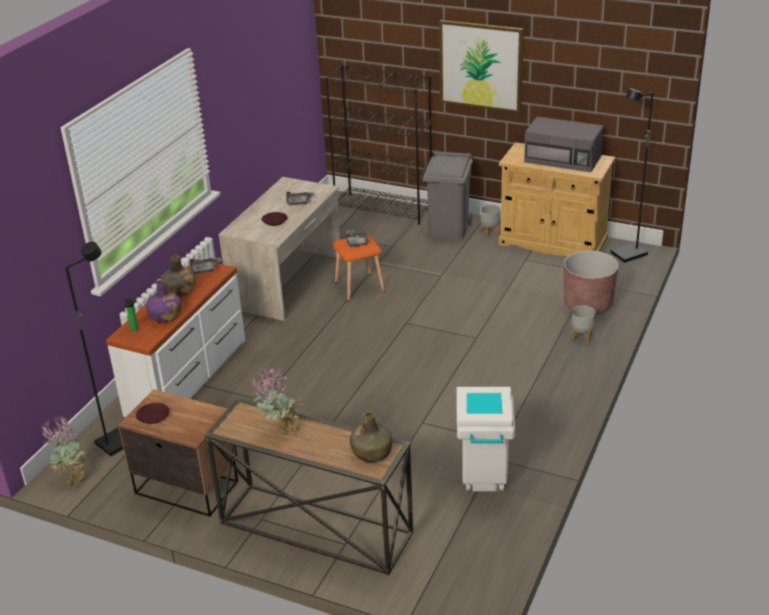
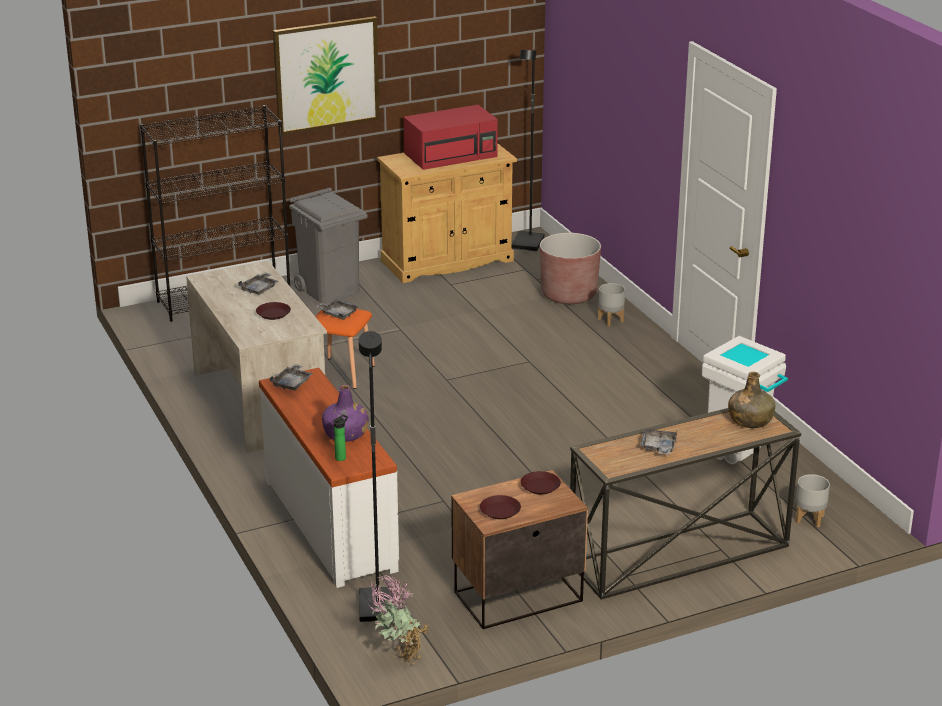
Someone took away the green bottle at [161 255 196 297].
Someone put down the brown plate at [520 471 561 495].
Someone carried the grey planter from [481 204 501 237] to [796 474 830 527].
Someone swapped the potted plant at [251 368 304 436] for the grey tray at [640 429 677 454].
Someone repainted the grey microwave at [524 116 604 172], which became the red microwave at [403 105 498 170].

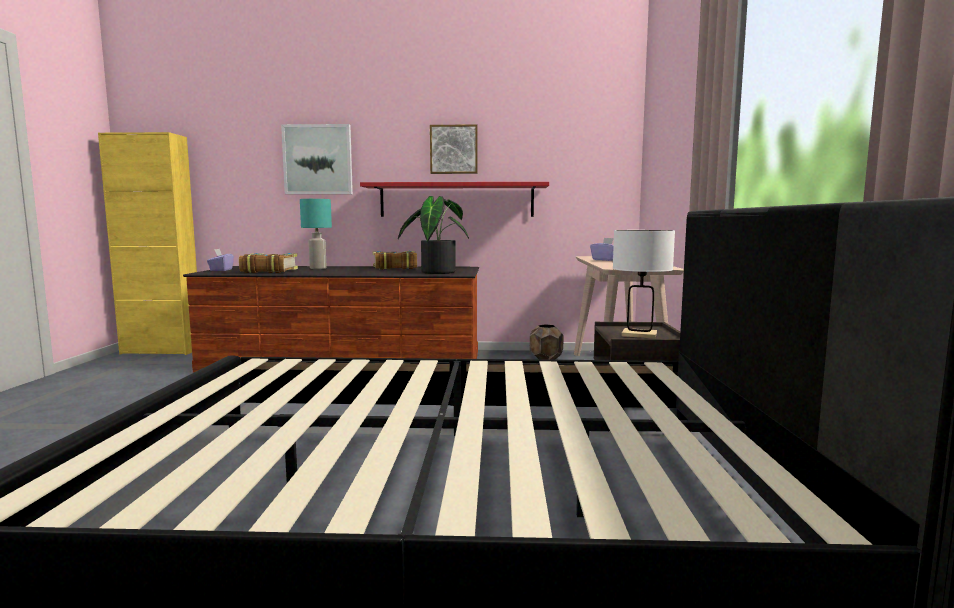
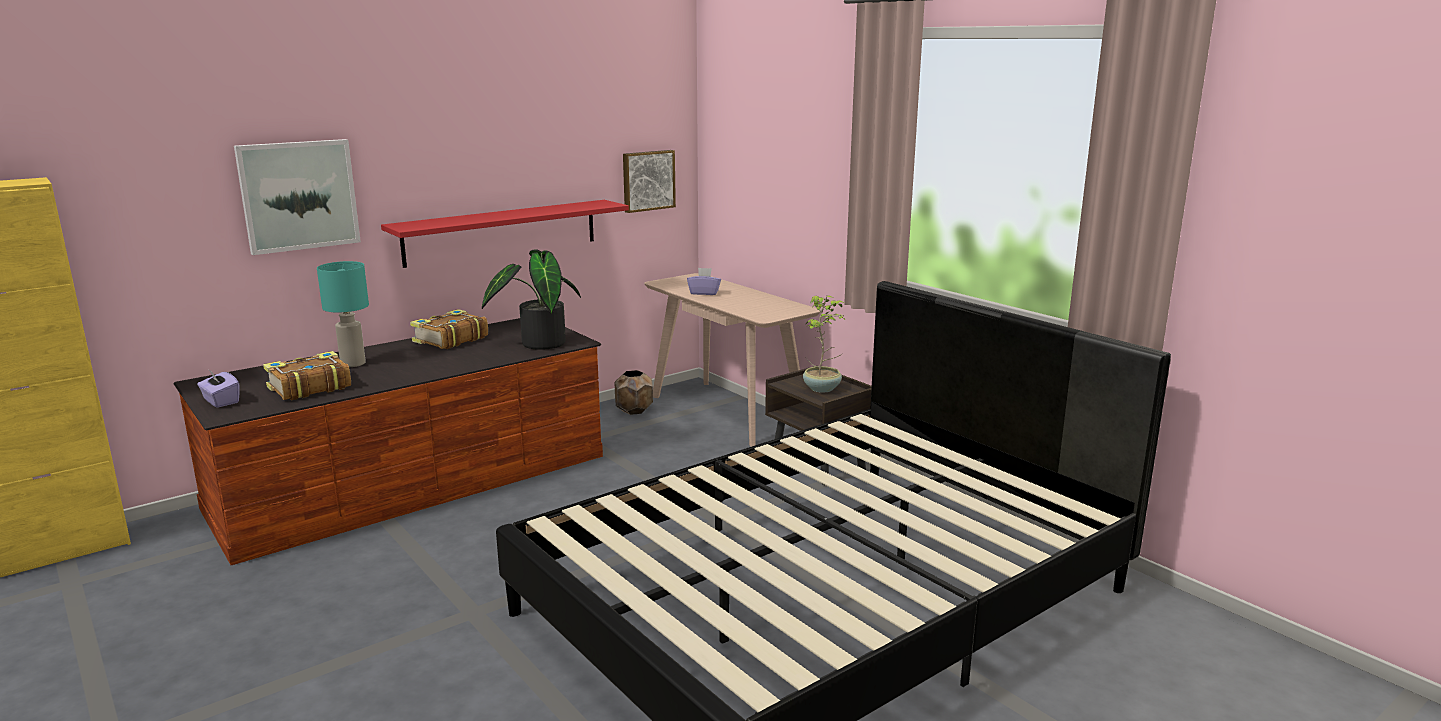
Someone carried the picture from [430 124 477 174] to [623 150 676 213].
Someone swapped the white table lamp at [613 230 675 339] for the potted plant at [803 295 845 392].

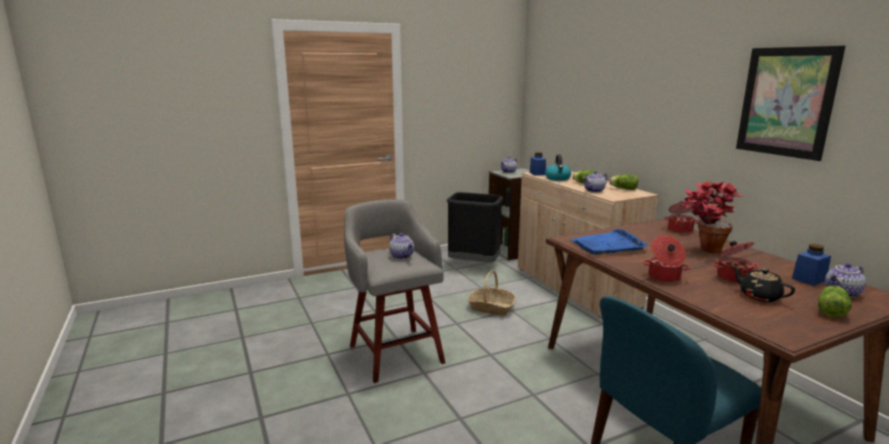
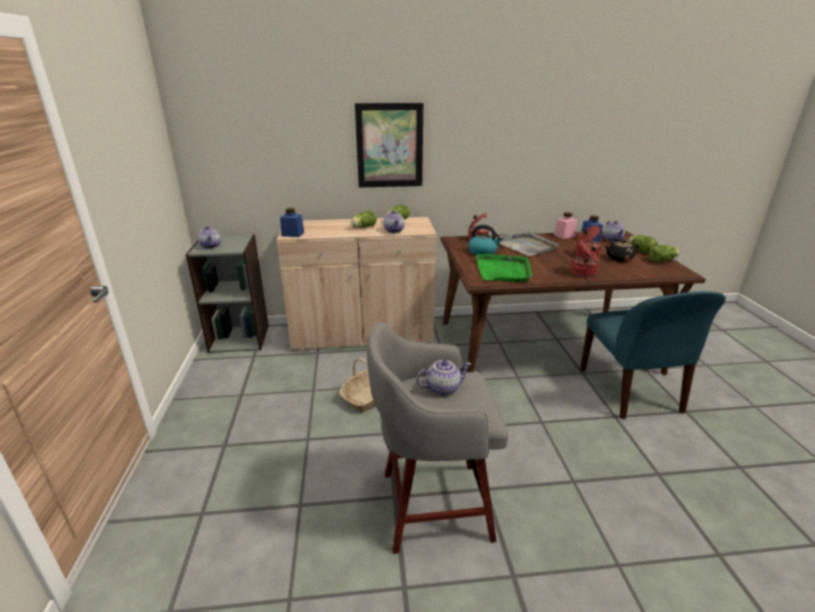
Someone took away the black trash can at [447 192 503 262].
Someone put down the pink jar at [554 212 577 239].
Someone put down the lettuce at [649 245 680 262].
Someone carried the kettle from [545 154 571 181] to [468 225 503 255].
Someone carried the picture from [736 45 845 161] to [355 103 423 188].
Someone swapped the potted plant at [681 181 745 253] for the grey tray at [495 231 559 256].
Someone repainted the blue tray at [571 229 647 255], which became the green tray at [476 254 532 282].

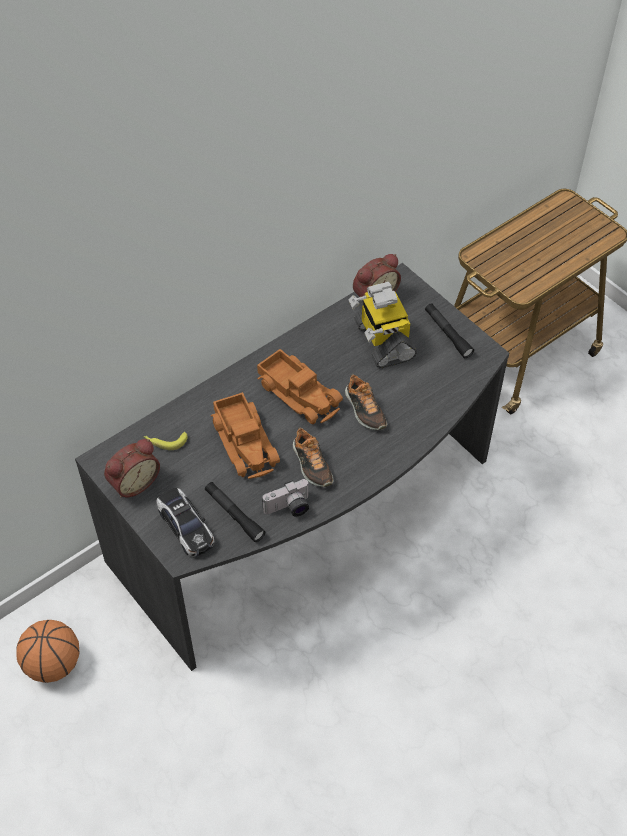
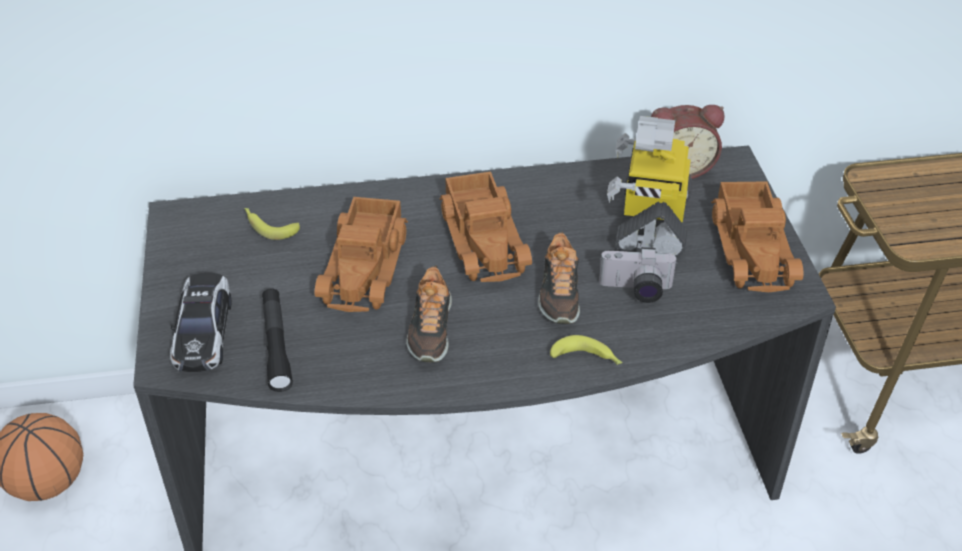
Someone took away the alarm clock at [104 439 160 498].
Someone put down the banana at [550 335 623 365].
Someone carried the photo camera from [262 479 310 516] to [599 247 678 303].
Someone swapped the black flashlight at [425 303 474 358] for the toy truck at [711 181 803 292].

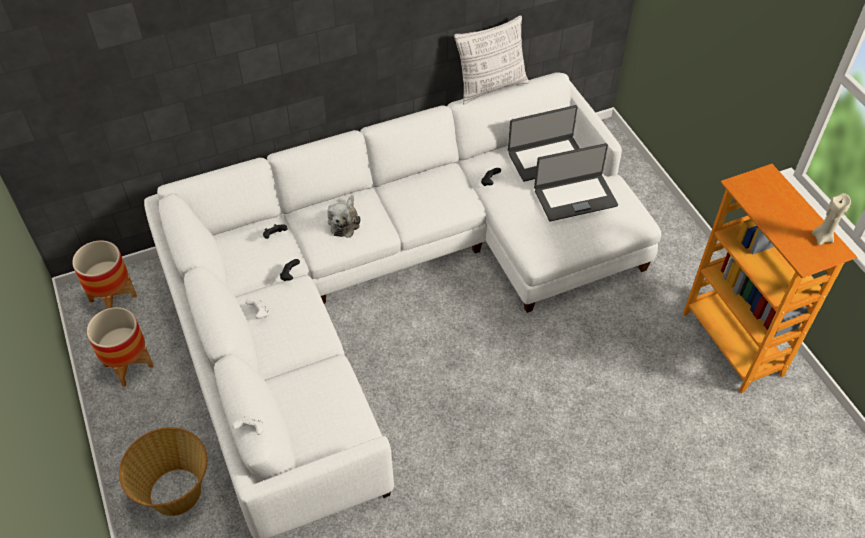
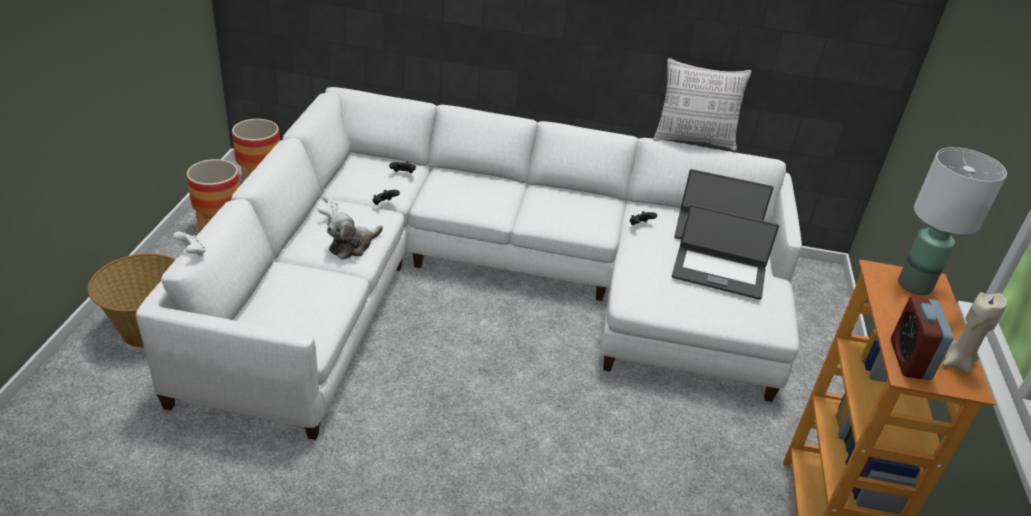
Someone put down the alarm clock at [891 296 954 380].
Someone put down the white table lamp at [898 147 1007 295].
Someone carried the plush toy from [327 196 361 238] to [327 212 383 260].

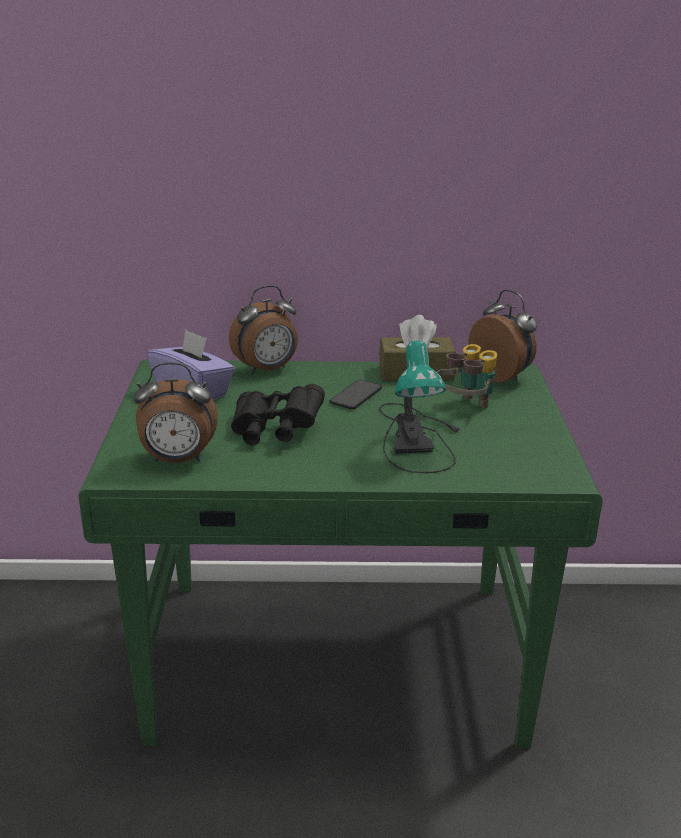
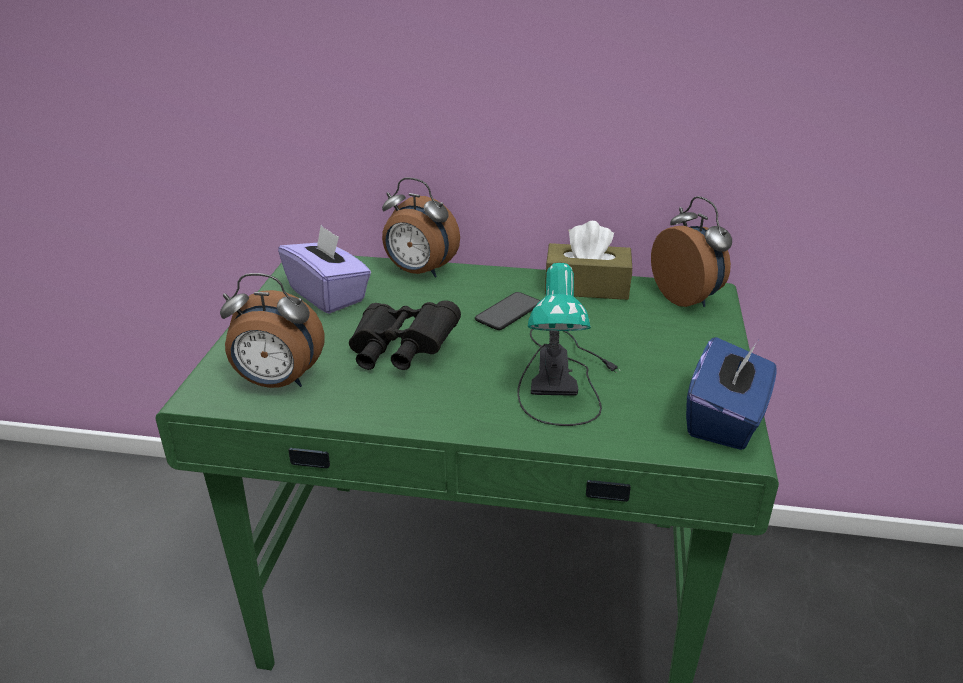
Someone took away the binoculars at [437 344 498 408].
Someone put down the blue tissue box at [686 337 777 450].
Someone rotated the alarm clock at [229 285 298 374] by 45 degrees clockwise.

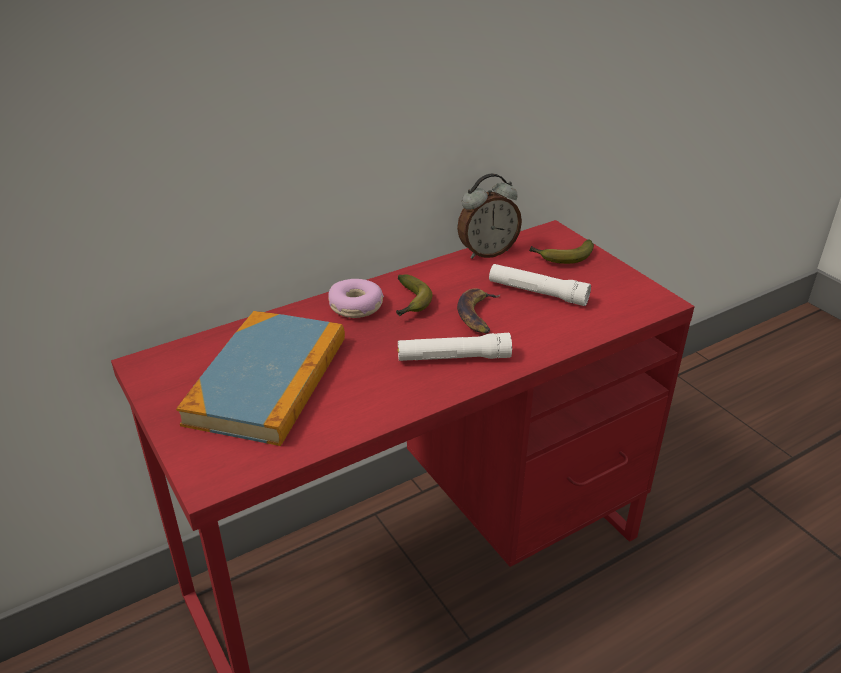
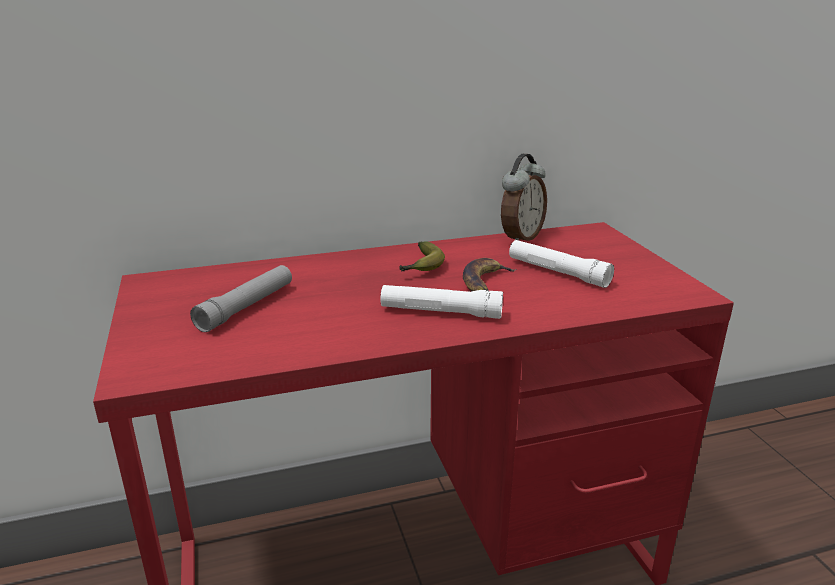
Someone took away the donut at [328 279 384 318].
Someone took away the banana at [529 239 594 264].
Someone swapped the book at [176 311 345 446] for the grey flashlight at [190 265 292 332].
Someone rotated the alarm clock at [457 173 522 259] by 45 degrees counterclockwise.

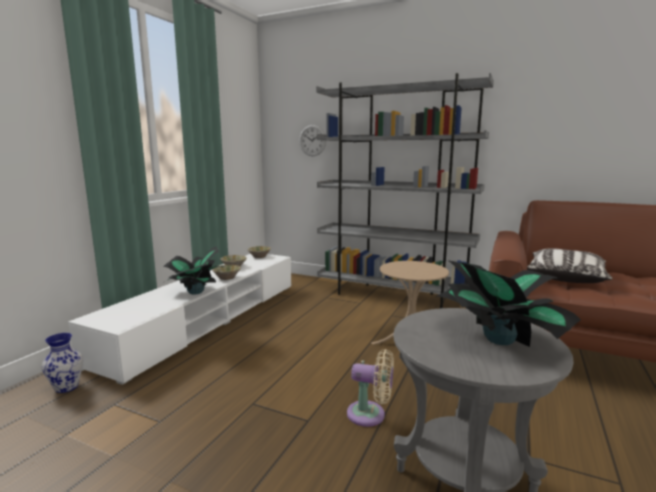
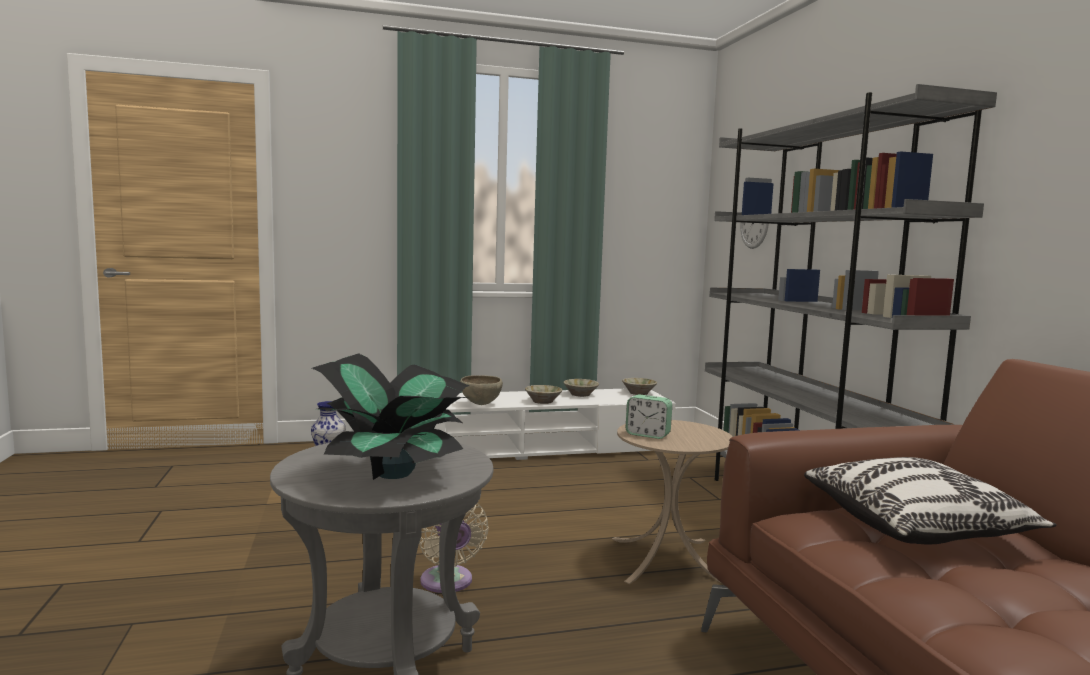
Someone put down the alarm clock at [626 394 672 439].
Someone swapped the potted plant at [163 247 225 295] for the brown bowl at [460 375 503 405].

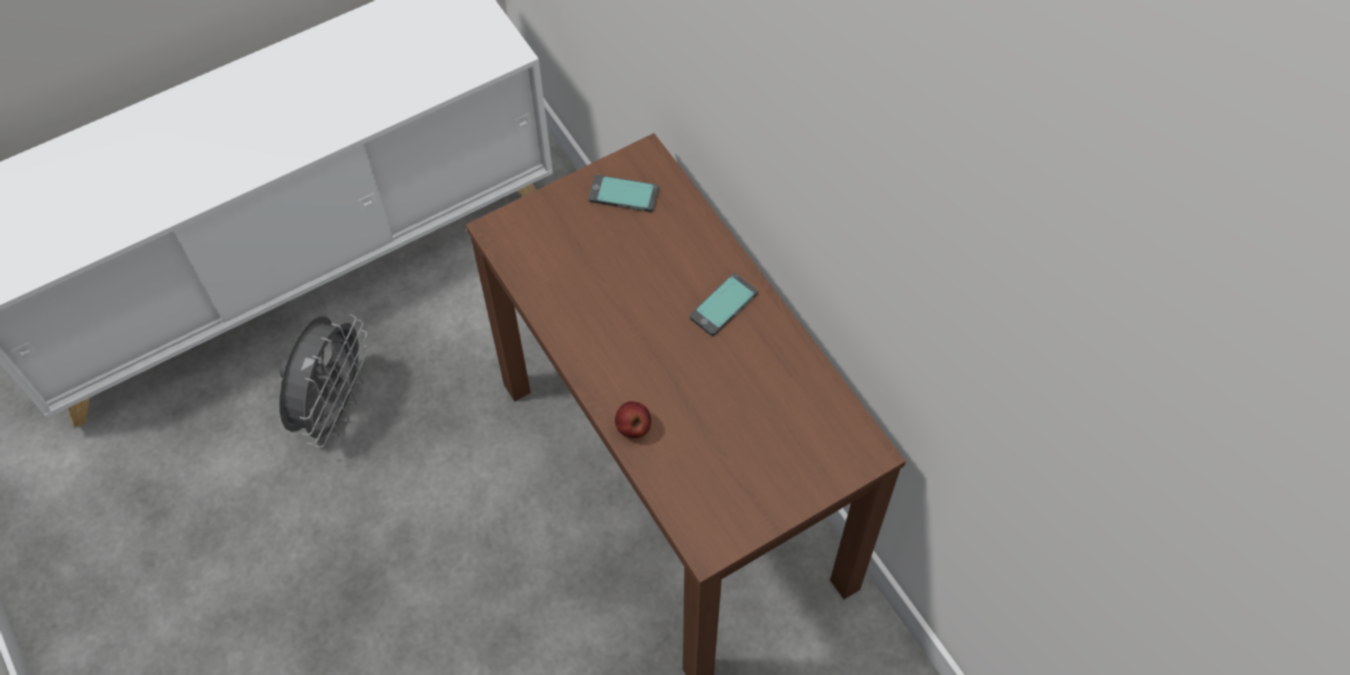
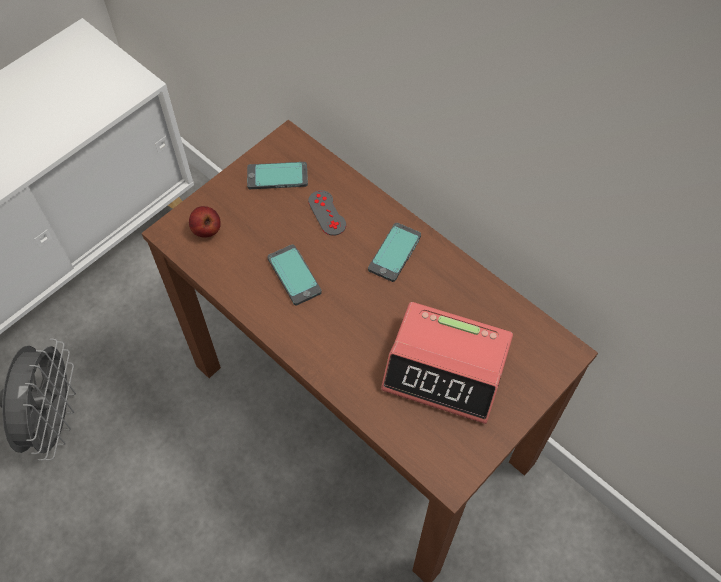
Someone put down the phone at [267 244 322 305].
Someone put down the grey game controller at [308 190 346 236].
Someone put down the alarm clock at [381 302 513 424].
Someone carried the apple from [615 401 651 438] to [189 206 221 238].

